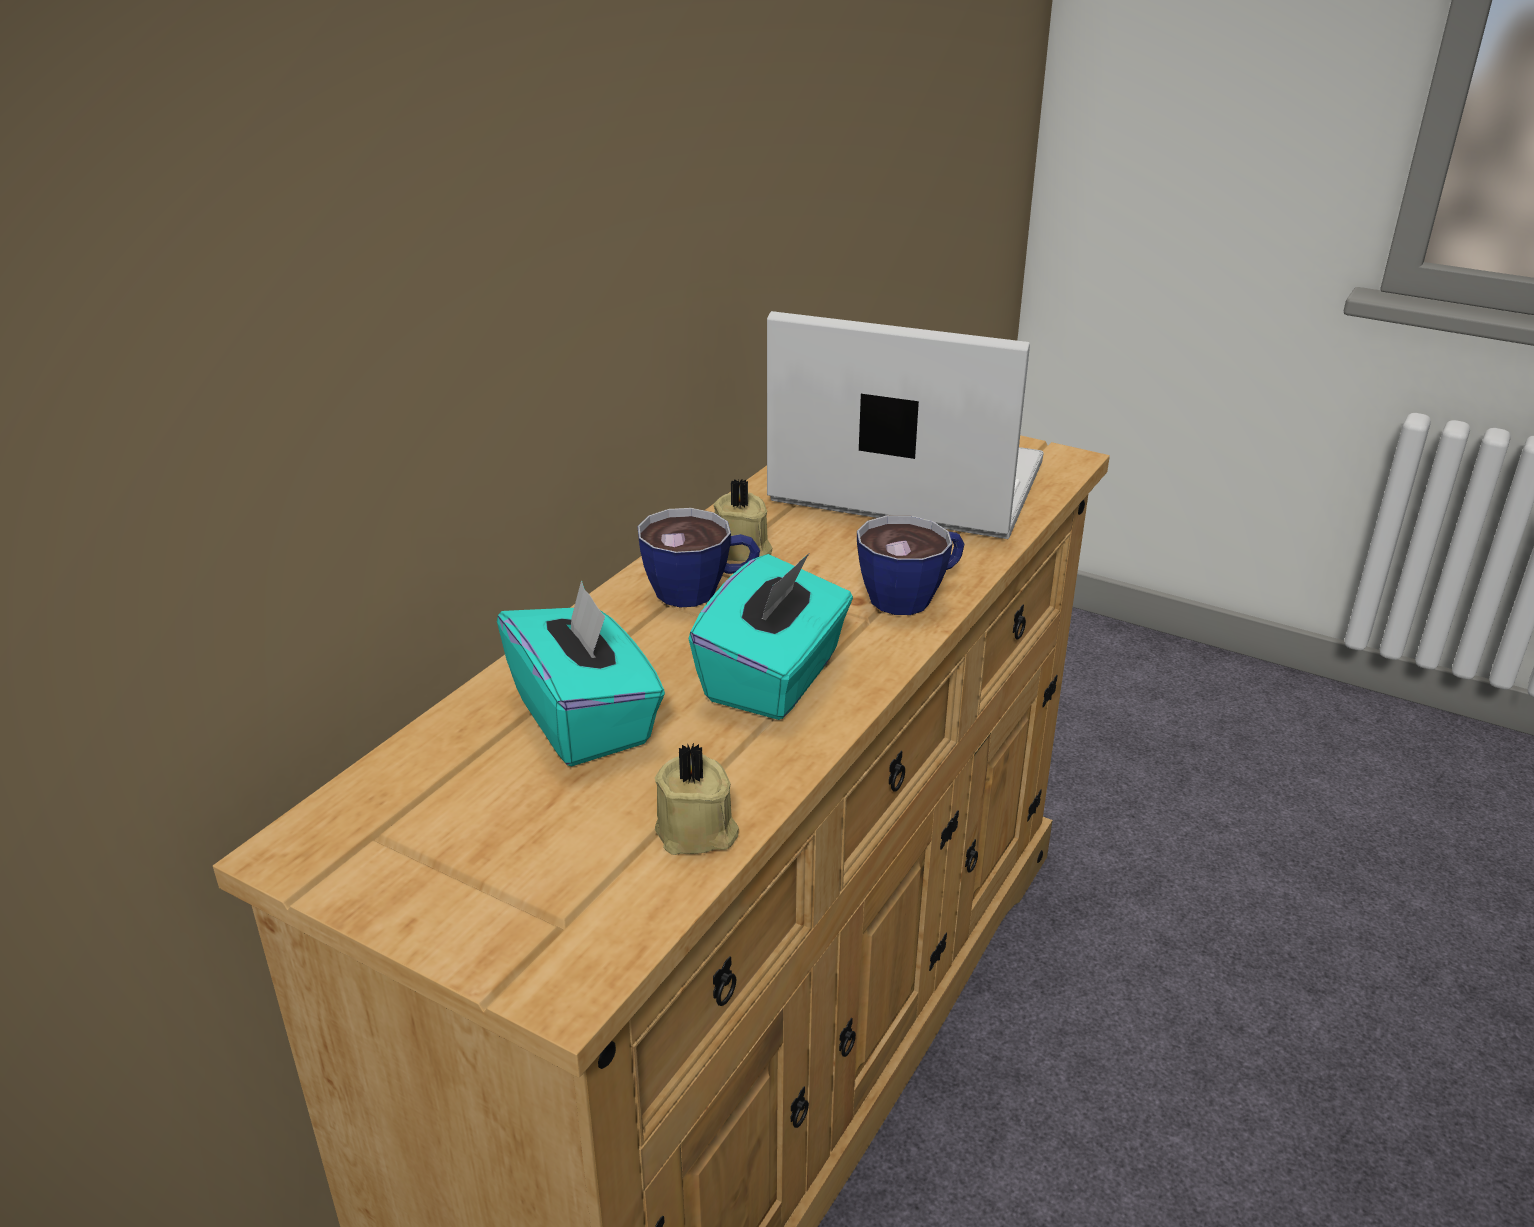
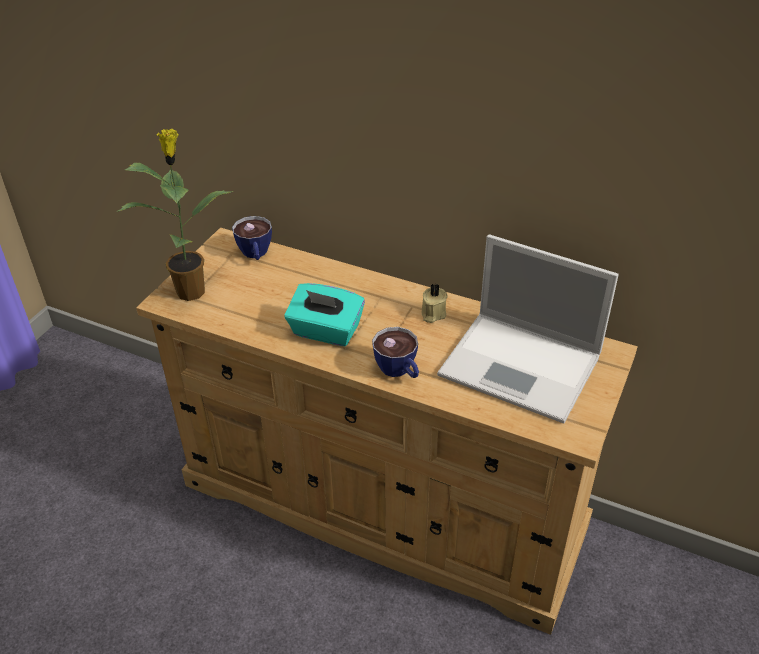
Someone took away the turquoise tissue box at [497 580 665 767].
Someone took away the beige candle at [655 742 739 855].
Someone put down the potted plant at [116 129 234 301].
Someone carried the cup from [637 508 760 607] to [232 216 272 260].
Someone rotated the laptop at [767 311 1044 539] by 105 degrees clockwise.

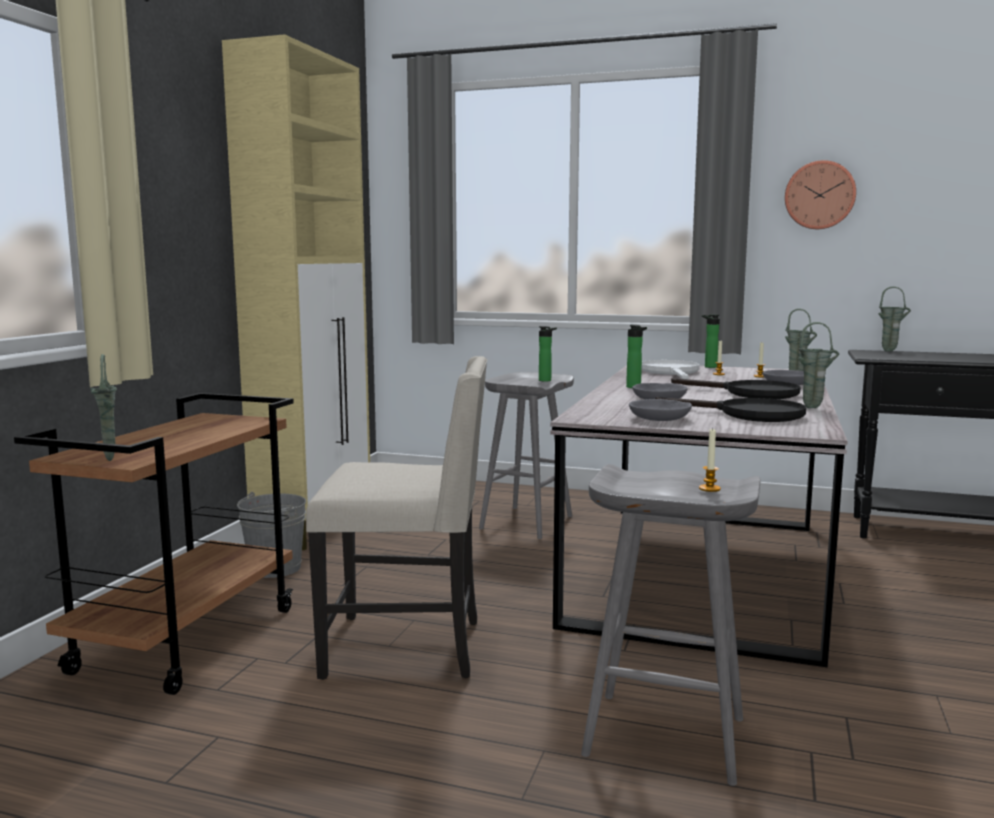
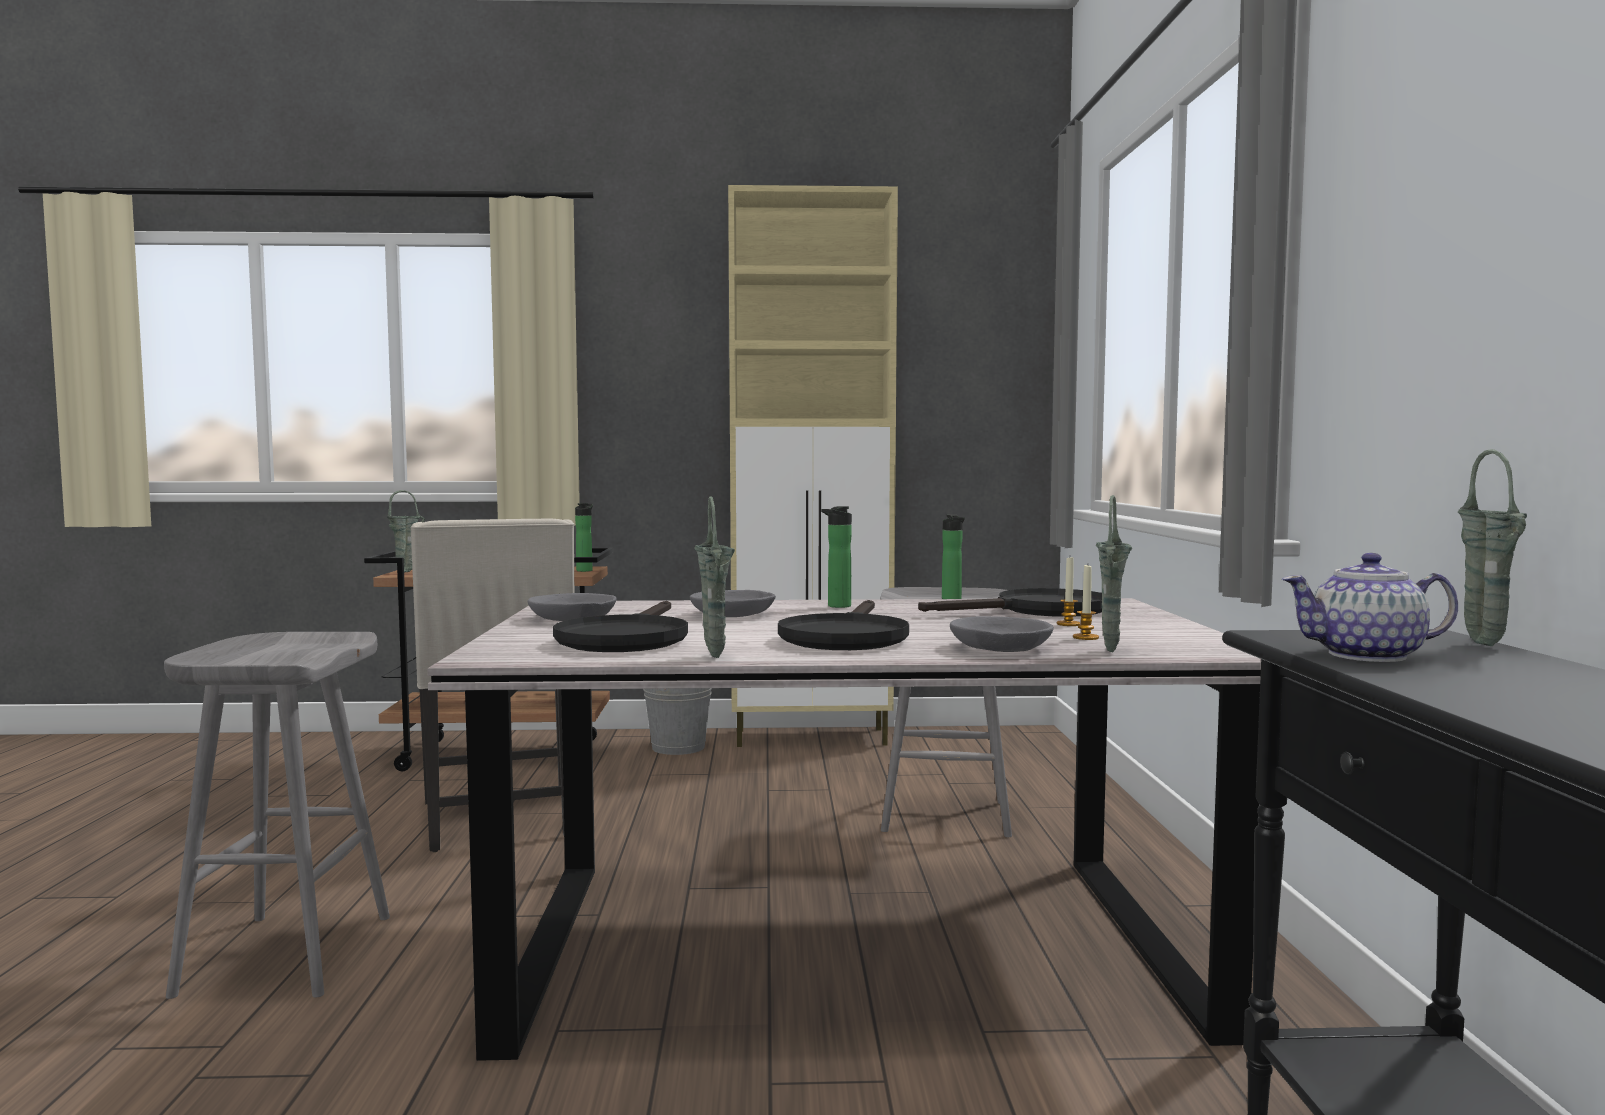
Someone took away the candle at [699 429 721 492].
Someone took away the wall clock at [785 160 856 229].
Someone put down the teapot at [1282 553 1458 662].
Someone carried the bottle from [702 314 720 368] to [575 503 593 572].
Someone repainted the white frying pan at [642 360 700 379], which became the black frying pan at [918 588 1102 617].

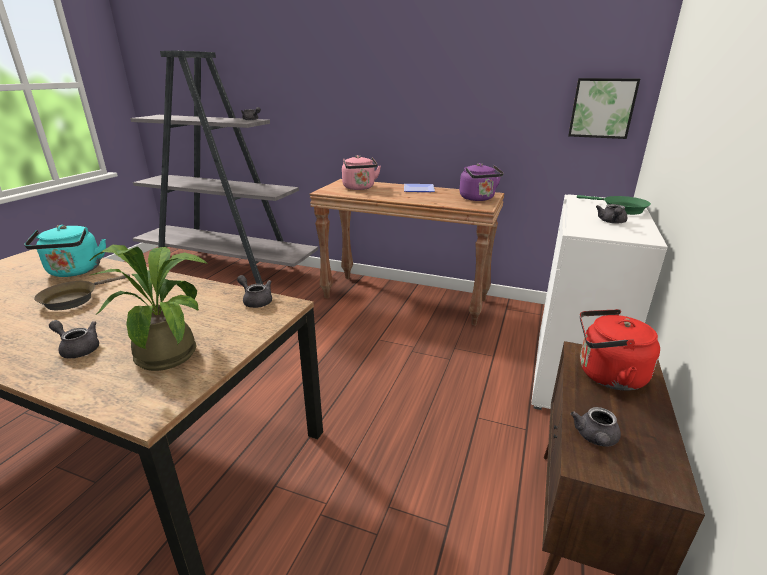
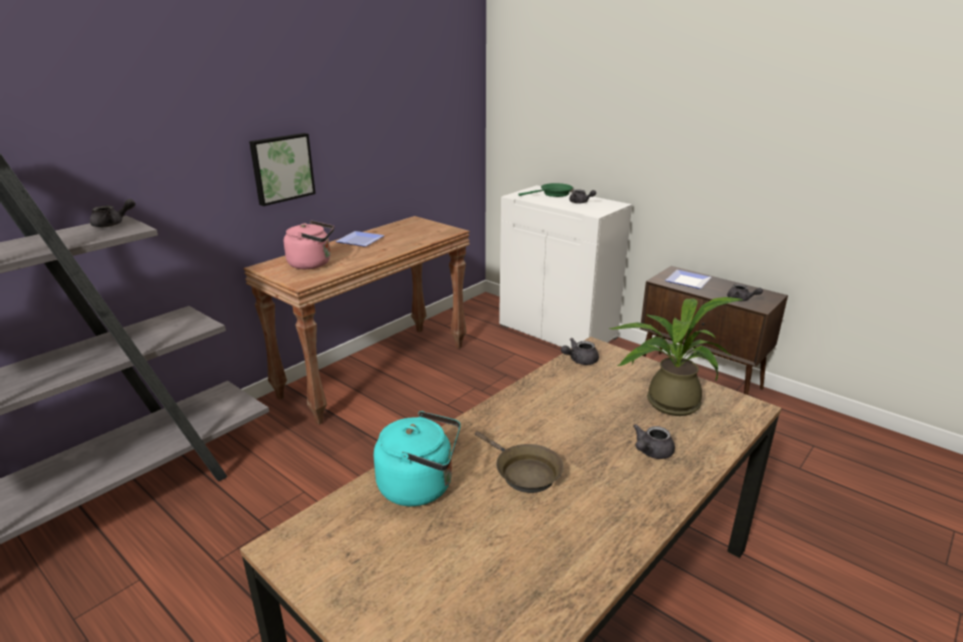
Someone took away the purple kettle at [460 163 504 201].
Someone carried the picture from [568 78 640 139] to [249 133 316 206].
Someone swapped the red kettle at [580 309 660 391] for the plate at [665 270 712 289].

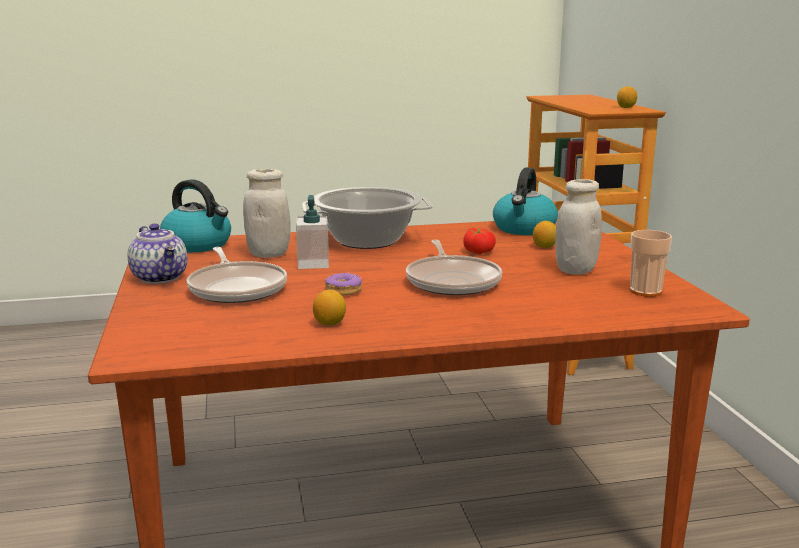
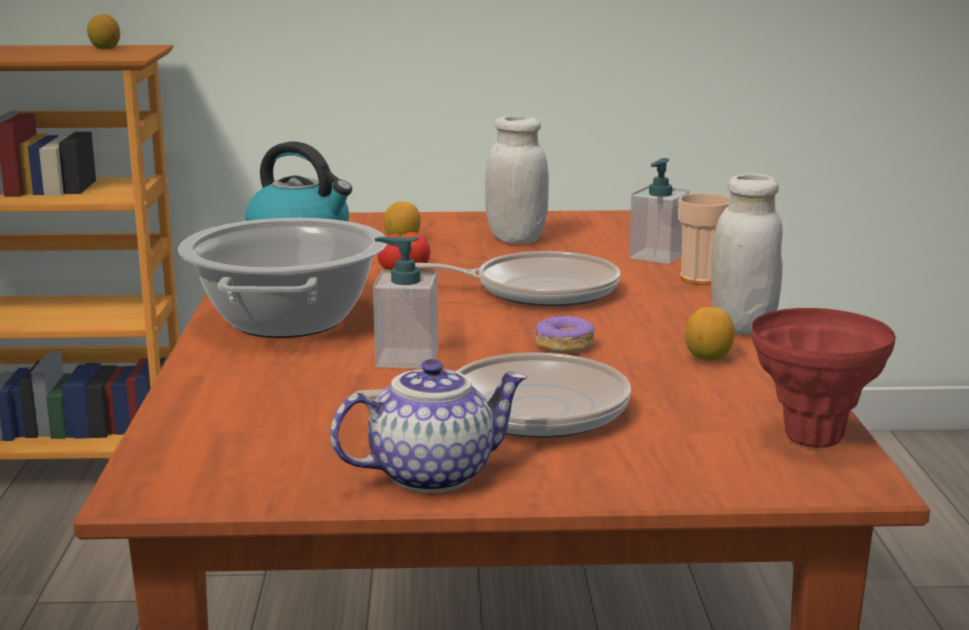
Someone took away the kettle at [160 179 231 252].
Someone put down the soap dispenser at [629 158 689 264].
Someone put down the red vase at [752 308 896 448].
Someone carried the white jar from [243 169 291 258] to [711 173 783 335].
Someone carried the cup from [630 230 672 297] to [678 193 730 285].

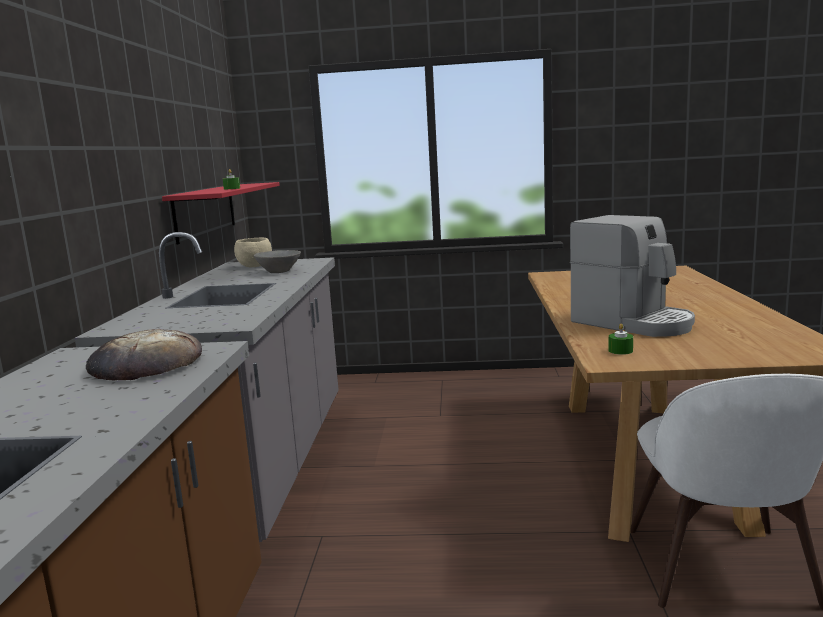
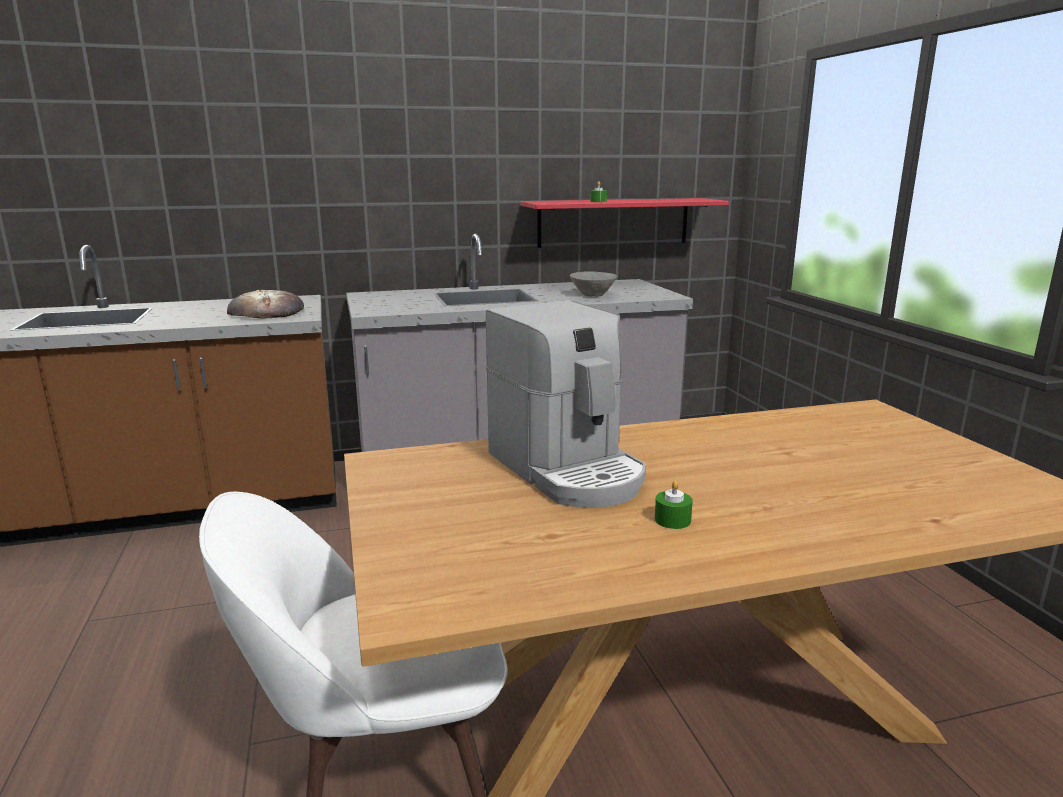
Someone took away the beige bowl at [234 238 272 267].
Someone carried the green candle from [608 324 633 355] to [655 480 693 529].
Someone rotated the coffee machine at [570 215 695 337] by 60 degrees counterclockwise.

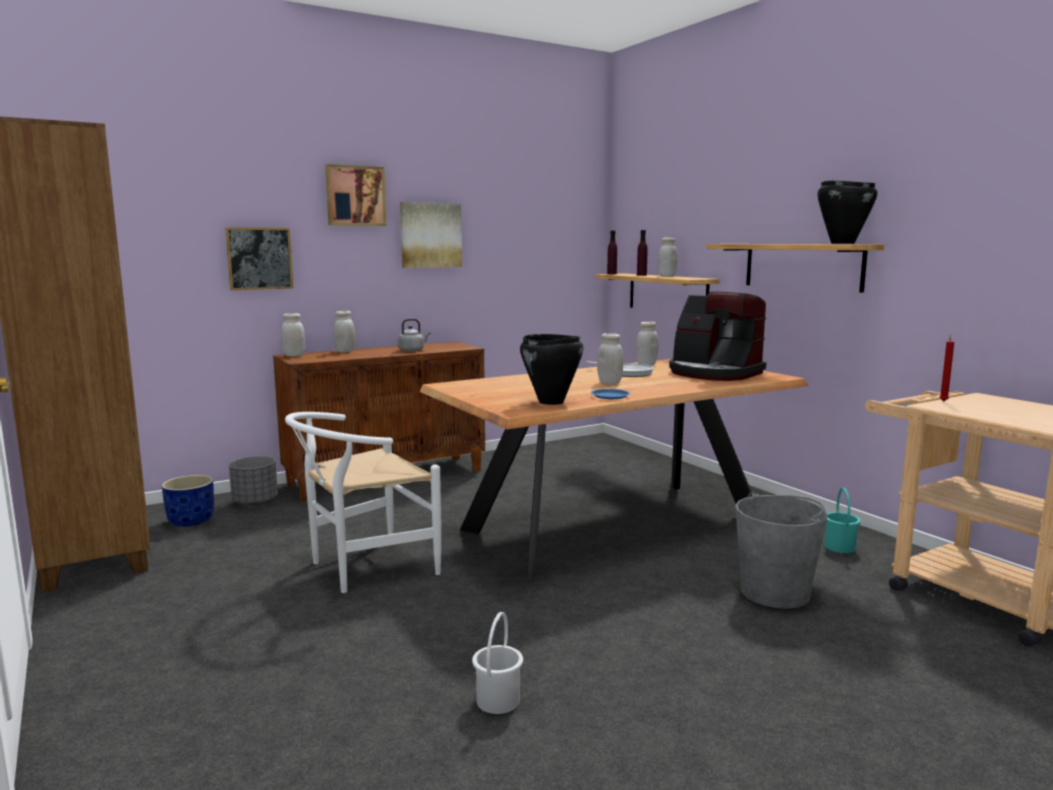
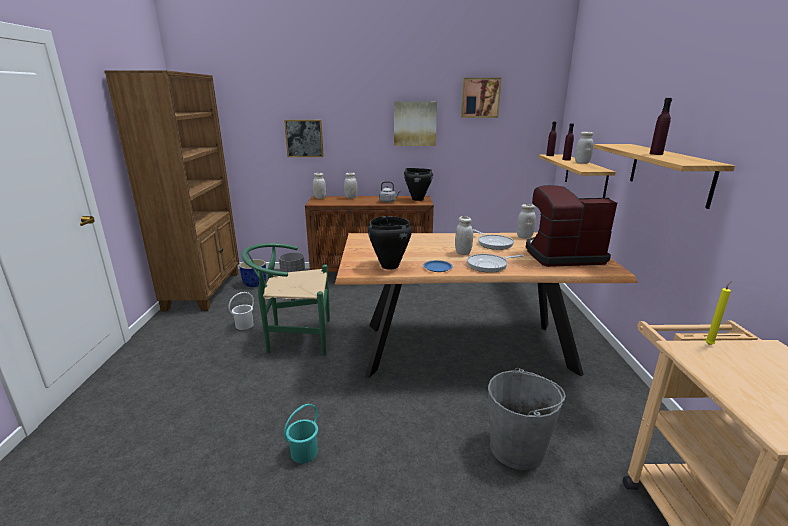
Someone put down the frying pan at [467 254 524 273].
Someone put down the purple bottle at [650 98 672 155].
Someone carried the picture from [325 164 386 226] to [461 78 502 118].
Someone carried the white bucket from [472 612 523 714] to [229 292 254 330].
Someone carried the black cooking pot from [817 180 877 244] to [404 168 433 201].
Someone carried the turquoise bucket from [824 488 861 553] to [284 404 318 463].
Someone repainted the white chair at [285 412 441 593], which became the green chair at [242 243 330 356].
Someone repainted the red candle at [939 334 954 401], which became the yellow candle at [705 281 732 345].
Someone rotated the coffee machine at [669 292 766 381] by 105 degrees clockwise.

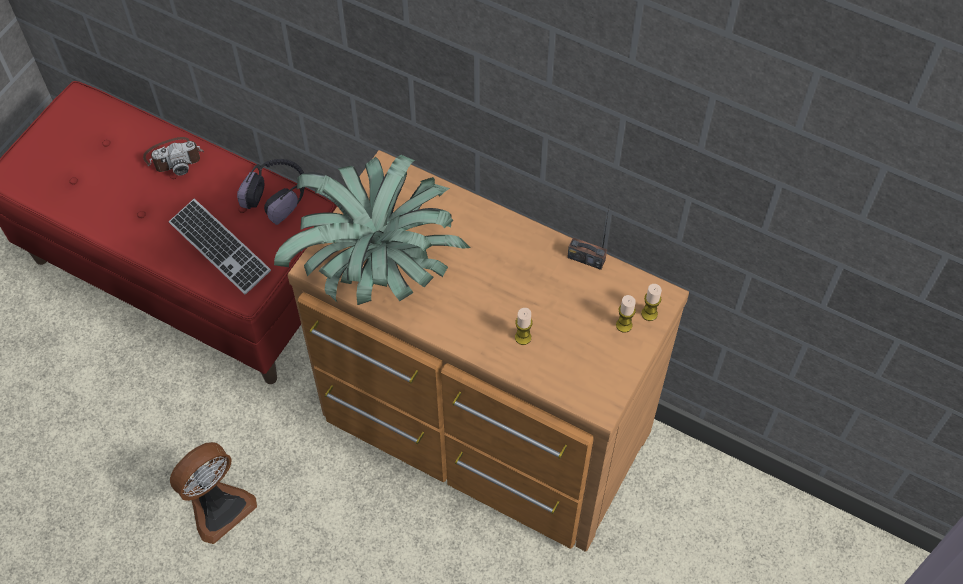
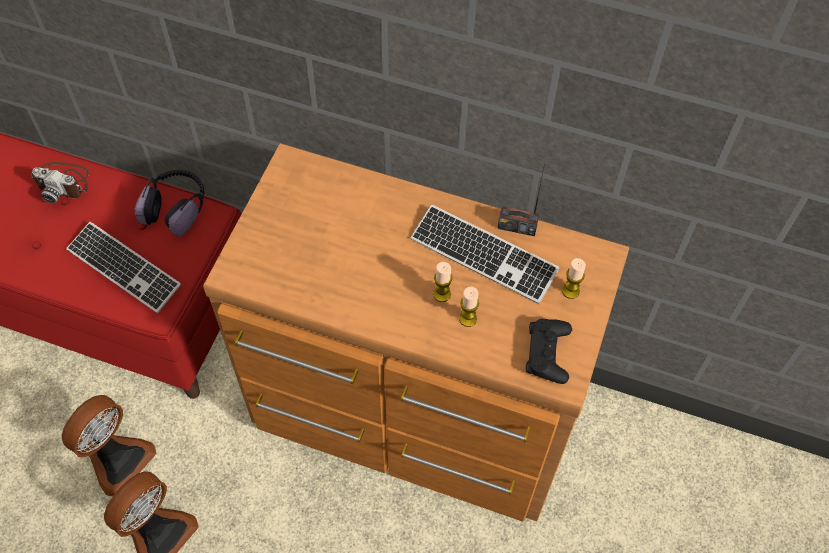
Someone took away the potted plant at [274 155 471 305].
Someone put down the fan at [62 395 157 496].
Someone put down the keyboard at [411 204 559 304].
Someone put down the black game controller at [526 318 572 384].
Someone carried the candle from [641 284 662 321] to [433 262 452 302].
Someone rotated the photo camera at [143 137 204 176] by 45 degrees clockwise.

